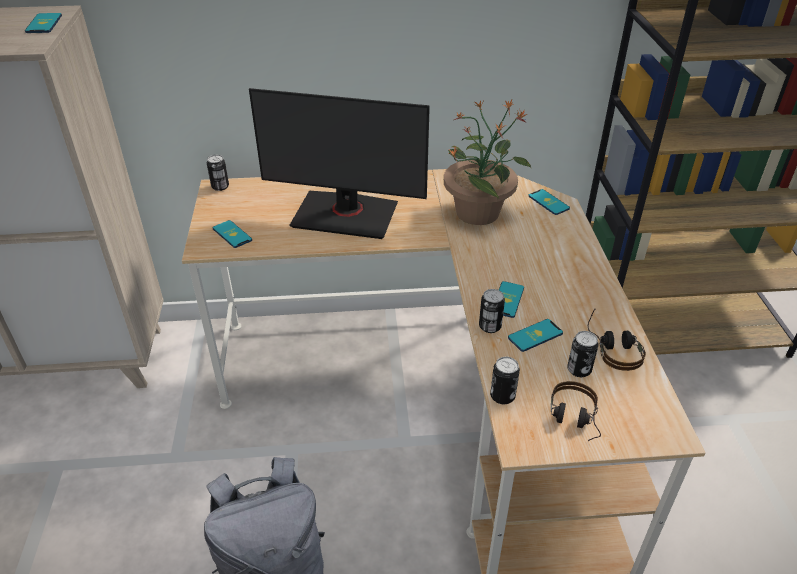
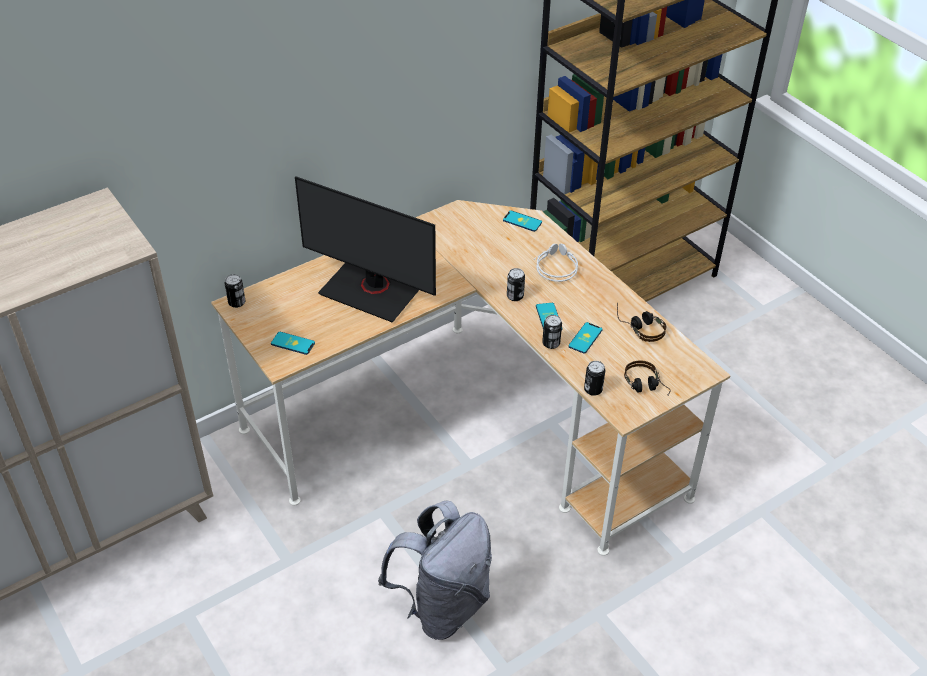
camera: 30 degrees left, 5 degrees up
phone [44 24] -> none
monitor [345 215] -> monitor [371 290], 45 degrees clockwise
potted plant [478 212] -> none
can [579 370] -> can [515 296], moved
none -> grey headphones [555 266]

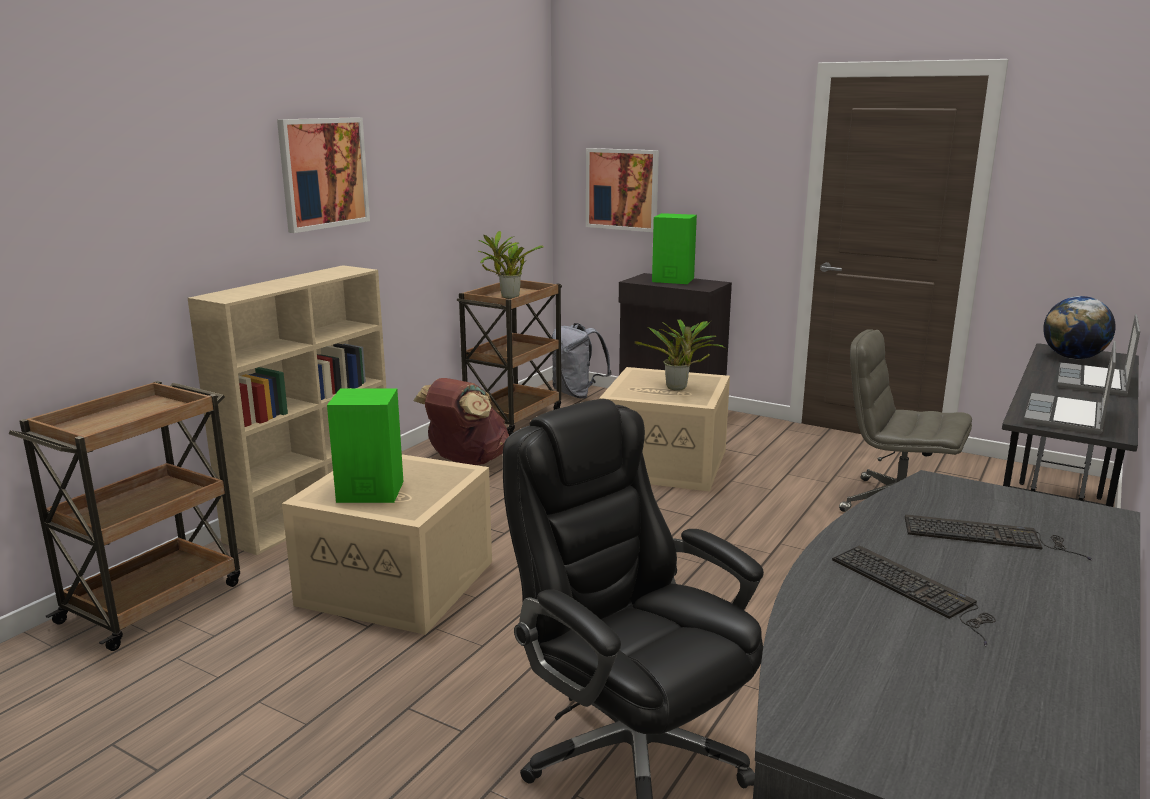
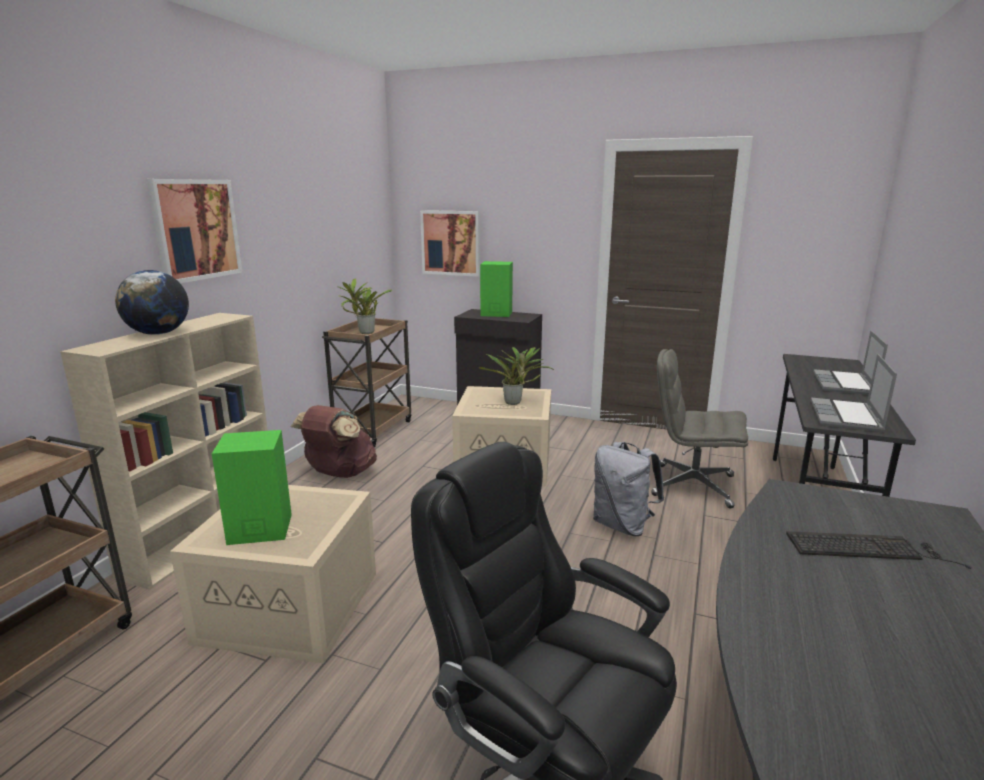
camera: 10 degrees left, 0 degrees up
grey backpack [577 394] -> grey backpack [623 525], moved
keyboard [914 590] -> none
globe [1073 358] -> globe [158 333], moved

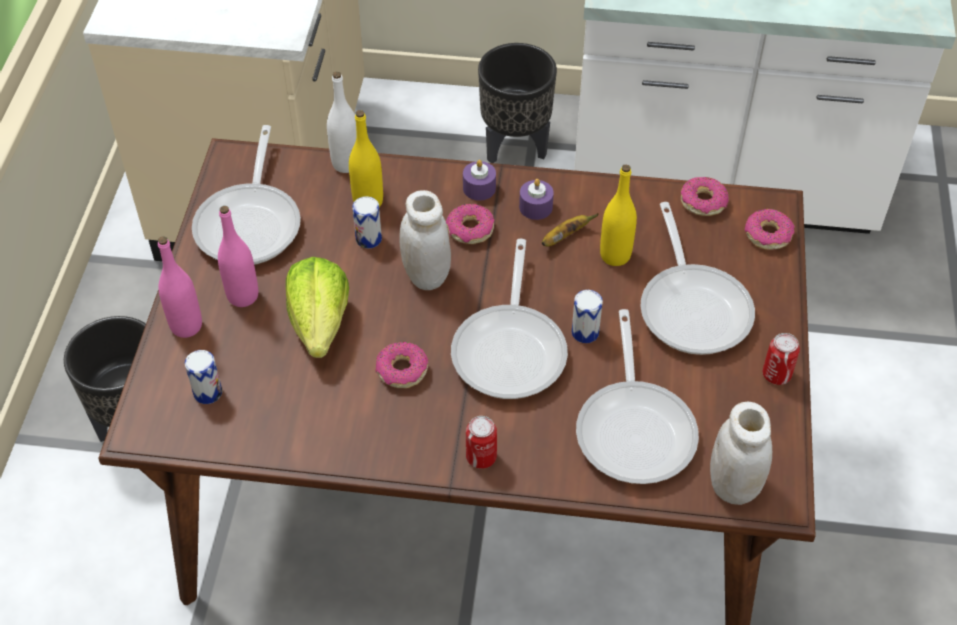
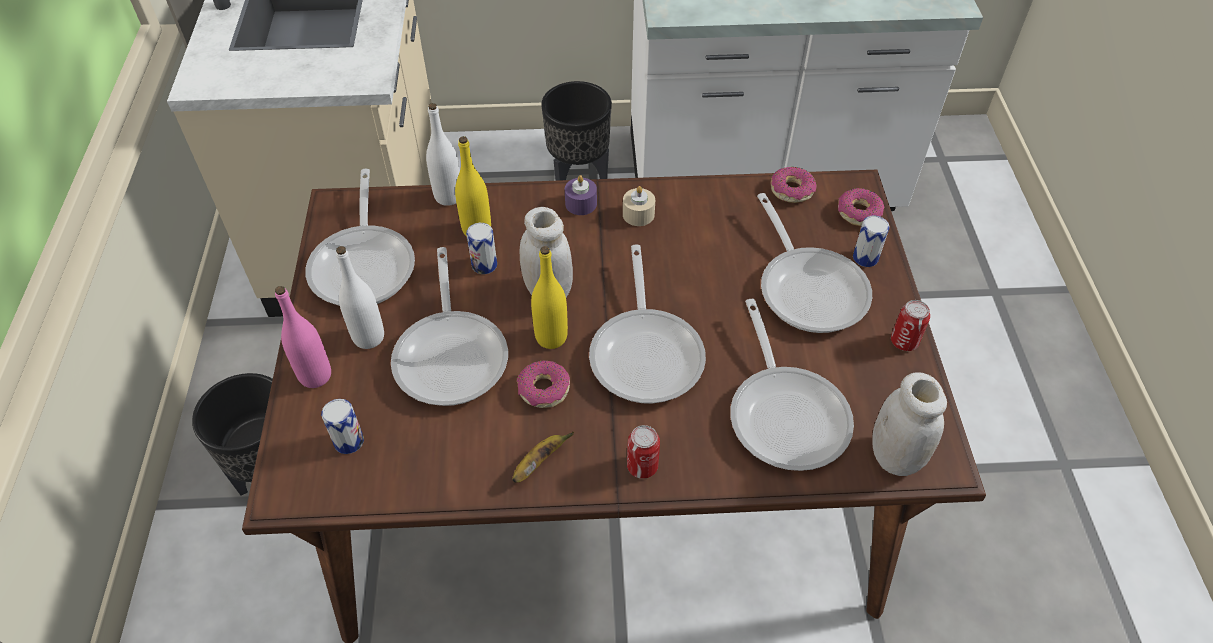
camera: 10 degrees left, 0 degrees up
pink bottle [243 296] -> white bottle [368 337]
lettuce [320 324] -> frying pan [452 354]
donut [470 230] -> none
purple candle [535 207] -> beige candle [638 214]
banana [564 237] -> banana [539 462], moved
can [585 332] -> can [865 258], moved
yellow bottle [615 255] -> yellow bottle [551 337], moved

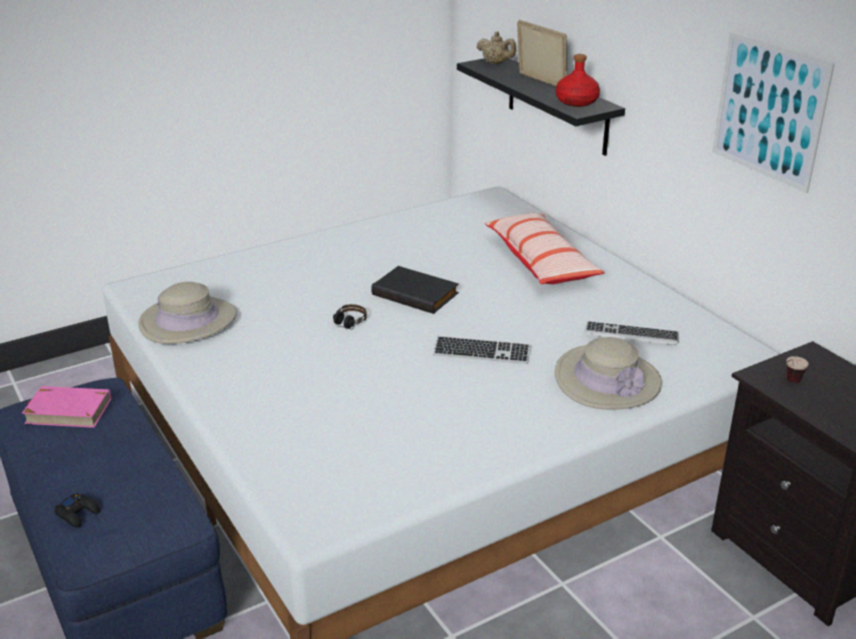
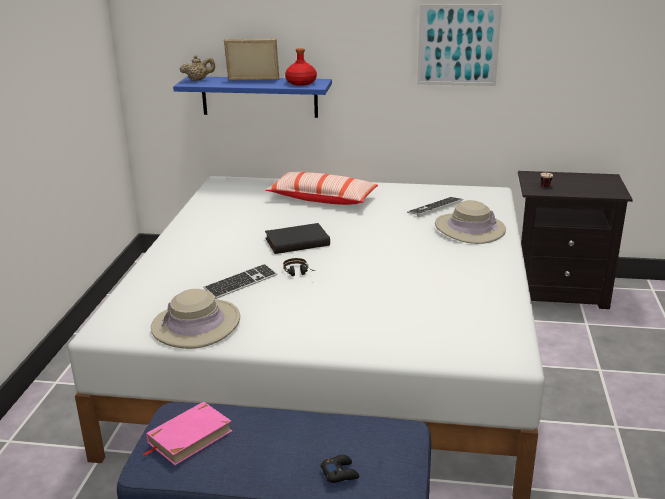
camera: 50 degrees left, 5 degrees down
keyboard [481 352] -> keyboard [241 283], moved
black shelf [557 105] -> blue shelf [259 96]

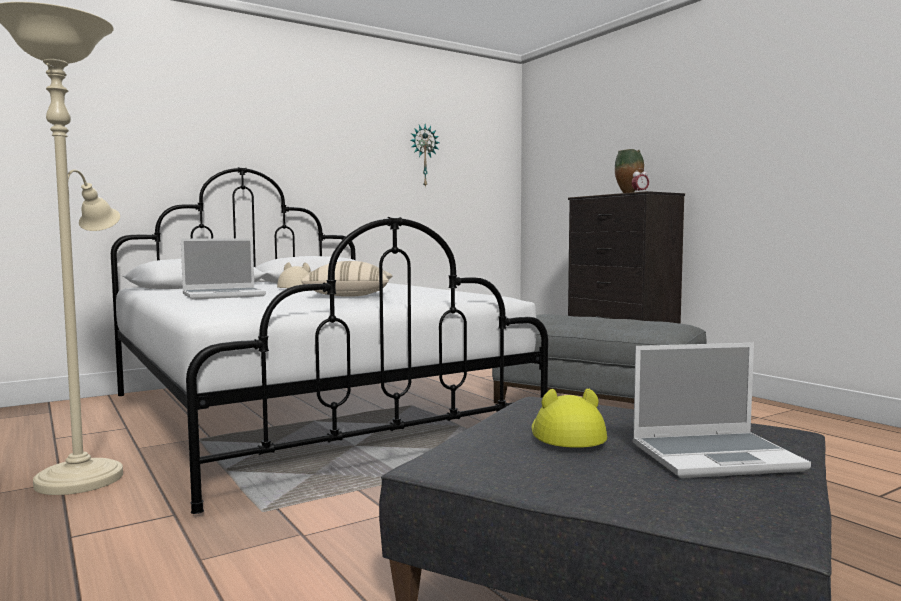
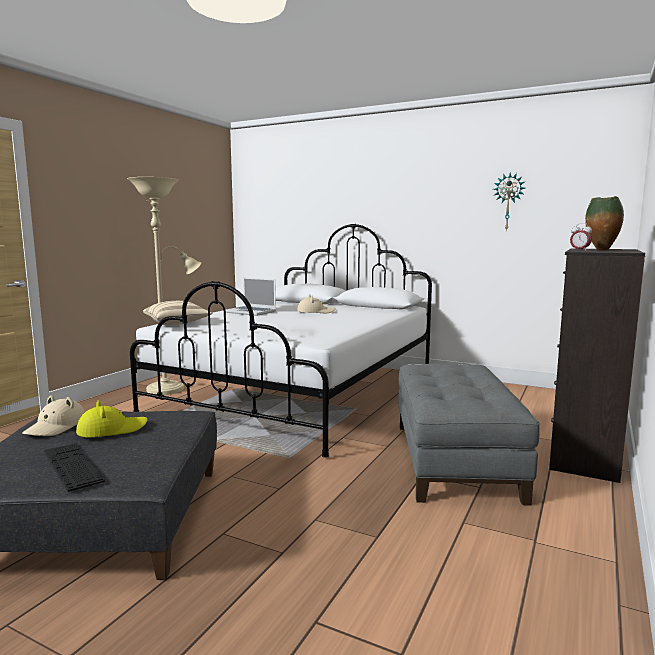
camera: 60 degrees right, 5 degrees up
beige pillow [350 295] -> beige pillow [177 323], moved
laptop [716 457] -> keyboard [72 466]
none -> beige hat [56 426]

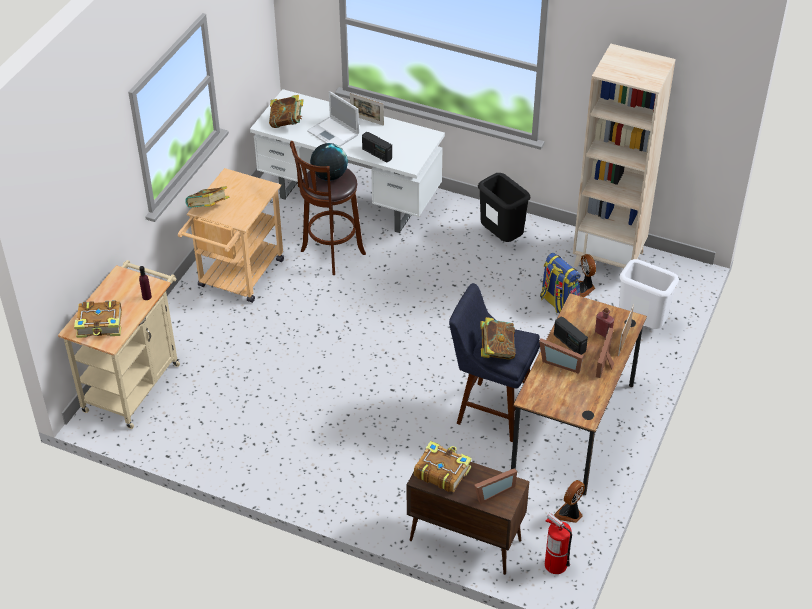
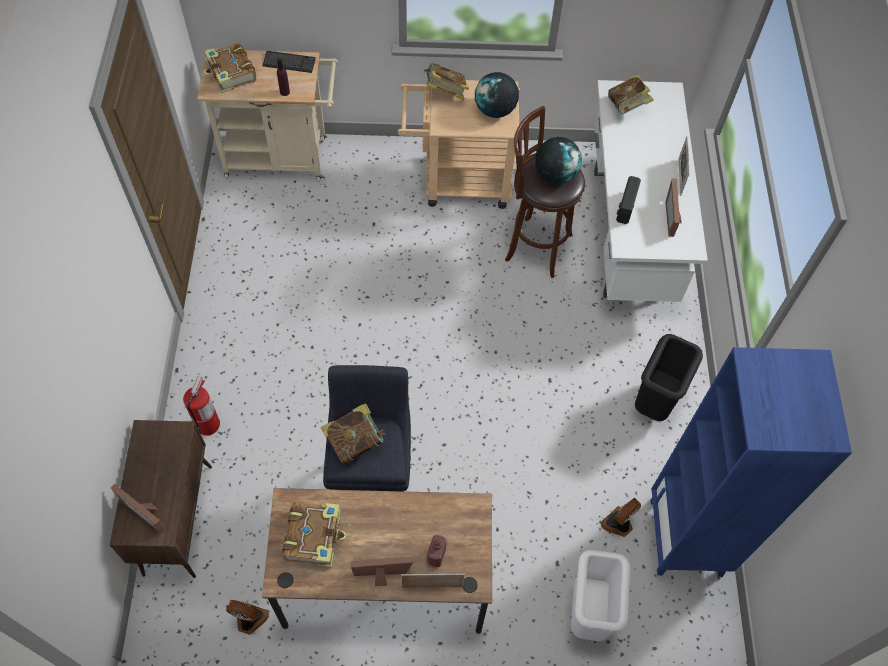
camera: 65 degrees right, 15 degrees up
laptop [334 133] -> none
book [441 471] -> book [314 536], moved
picture frame [560 362] -> picture frame [673 217], moved
backpack [558 303] -> none
fire extinguisher [555 564] -> fire extinguisher [208 424], moved
radio [569 343] -> none
beige bookcase [609 259] -> blue bookcase [686 538]
none -> keyboard [289 63]
none -> globe [495 110]

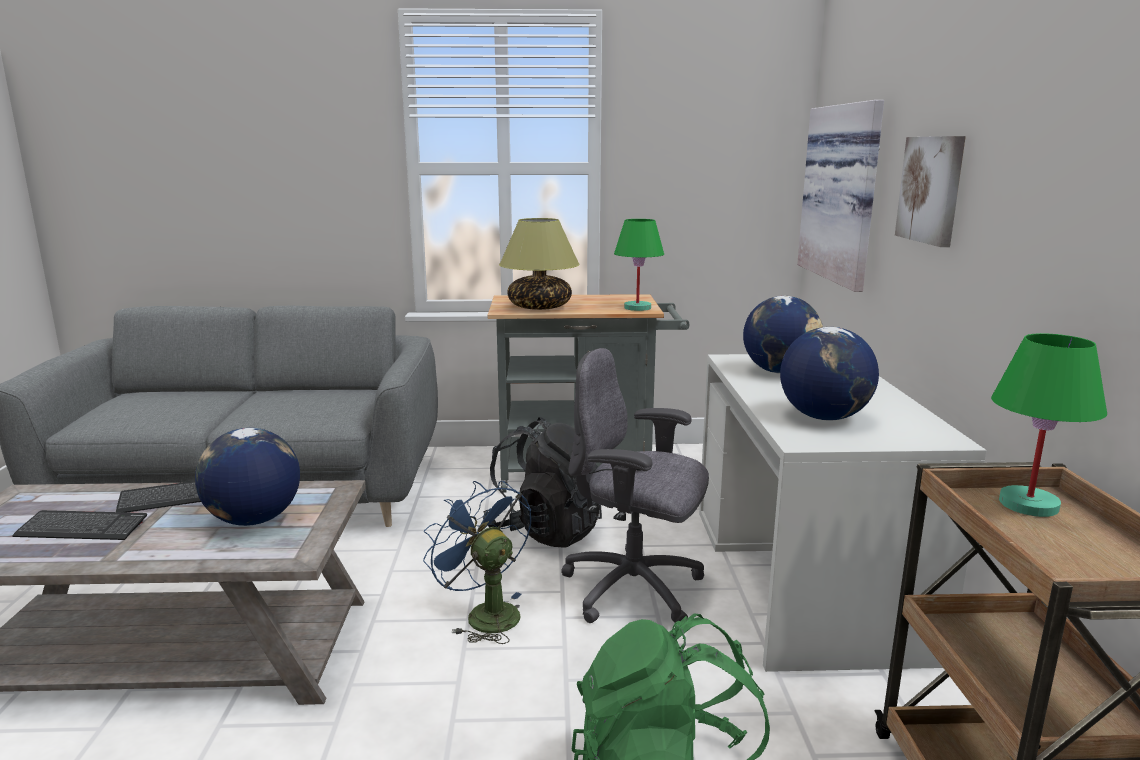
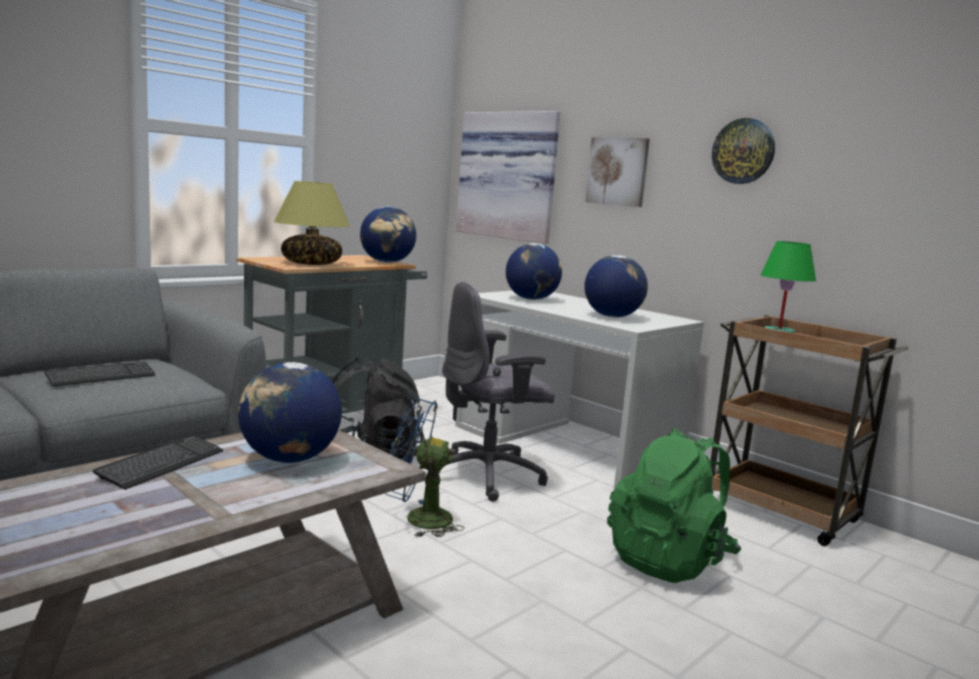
camera: 45 degrees left, 5 degrees down
keyboard [82 528] -> keyboard [101 376], moved
green table lamp [638 308] -> globe [387 262]
none -> wall clock [743 151]

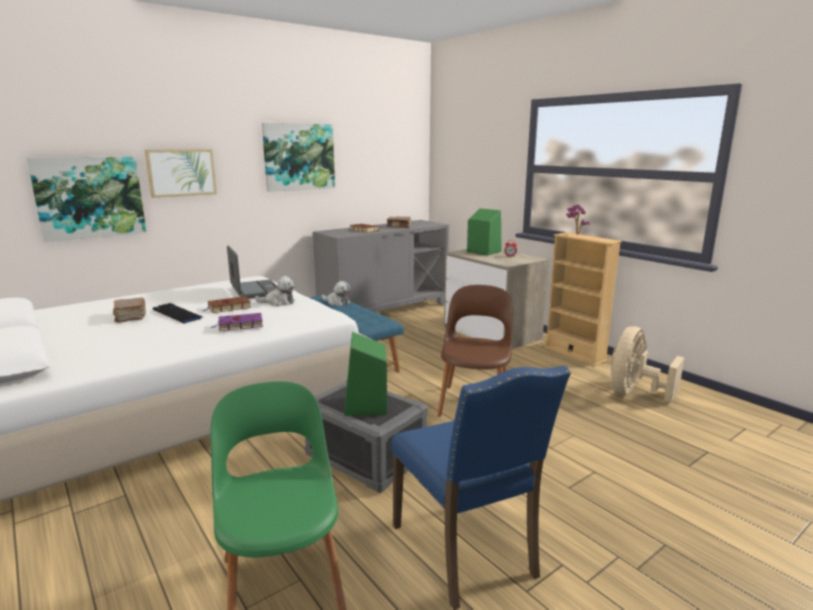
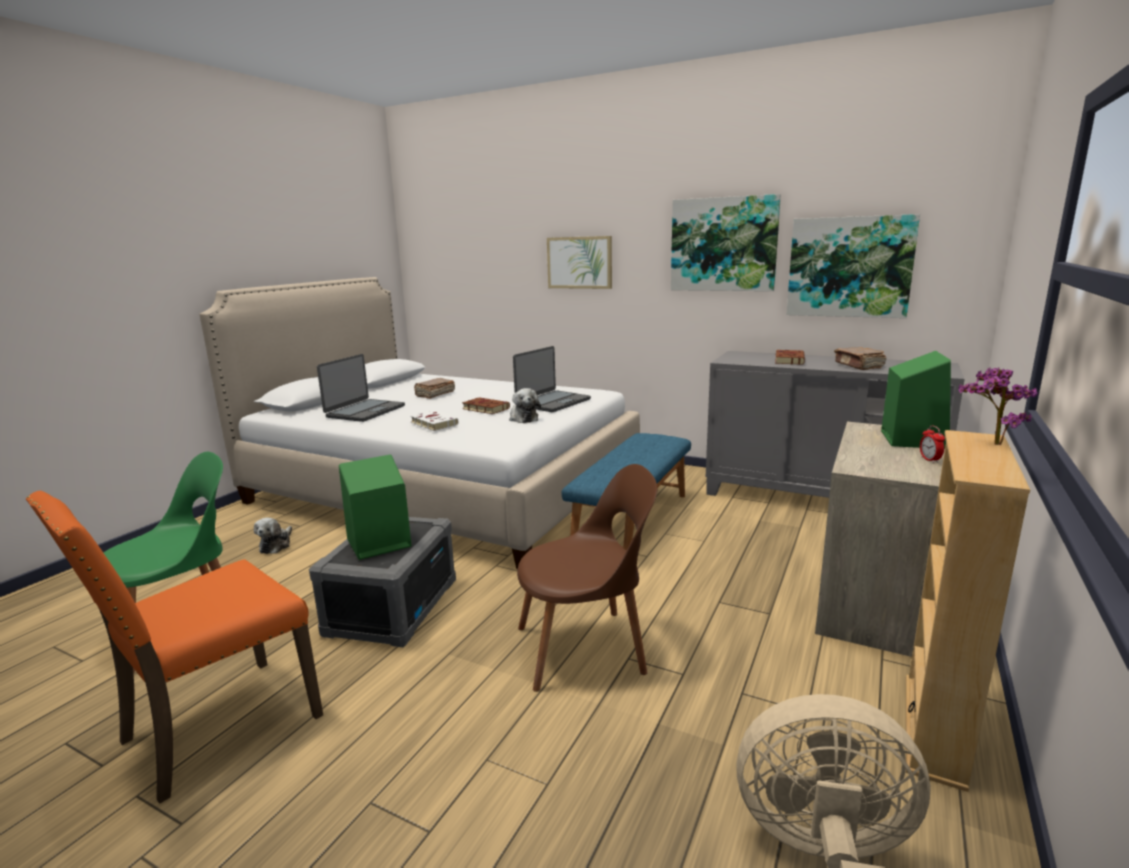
camera: 65 degrees right, 0 degrees up
picture [90 197] -> picture [849 267], moved
keyboard [177 314] -> none
purple book [239 325] -> white book [433 424]
plush toy [337 302] -> plush toy [276 545], moved
blue chair [467 551] -> orange chair [216 728]
none -> laptop [365 411]

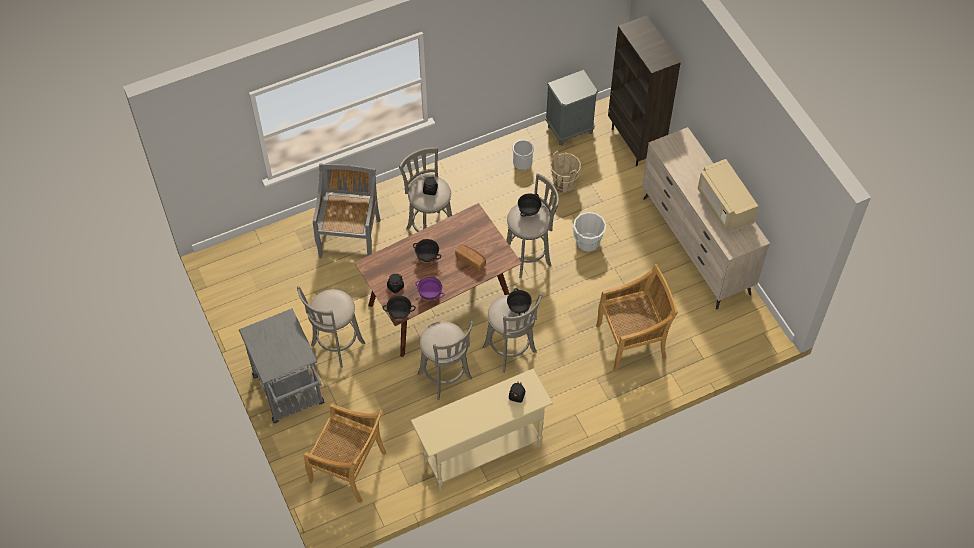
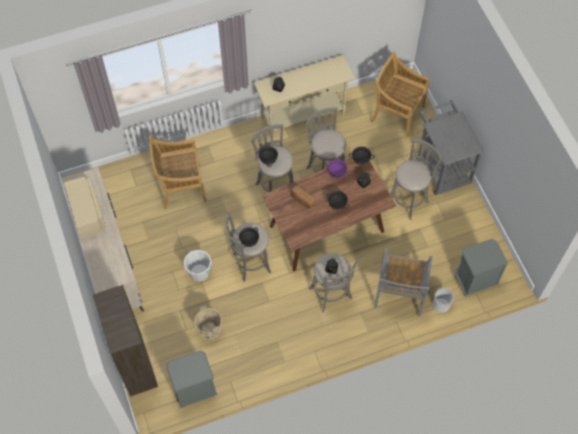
camera: 175 degrees left, 5 degrees up
bucket [522 162] -> bucket [441 304], moved
none -> grey nightstand [474 281]

